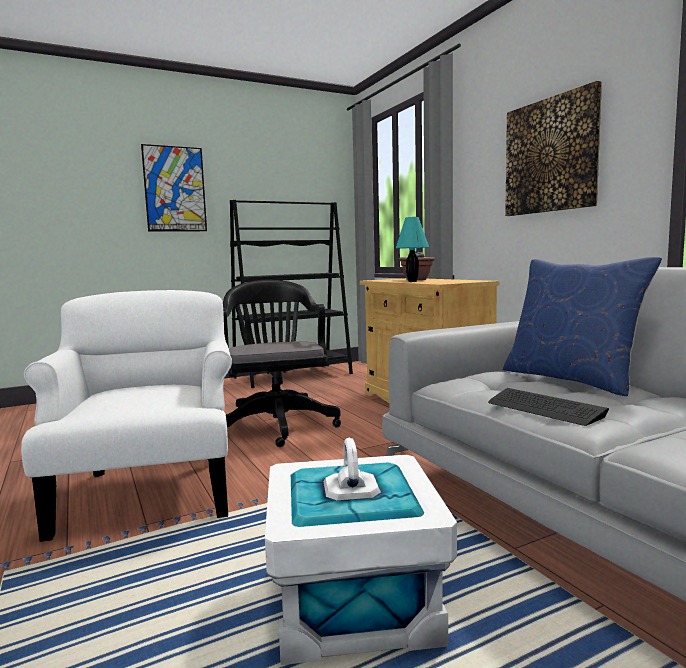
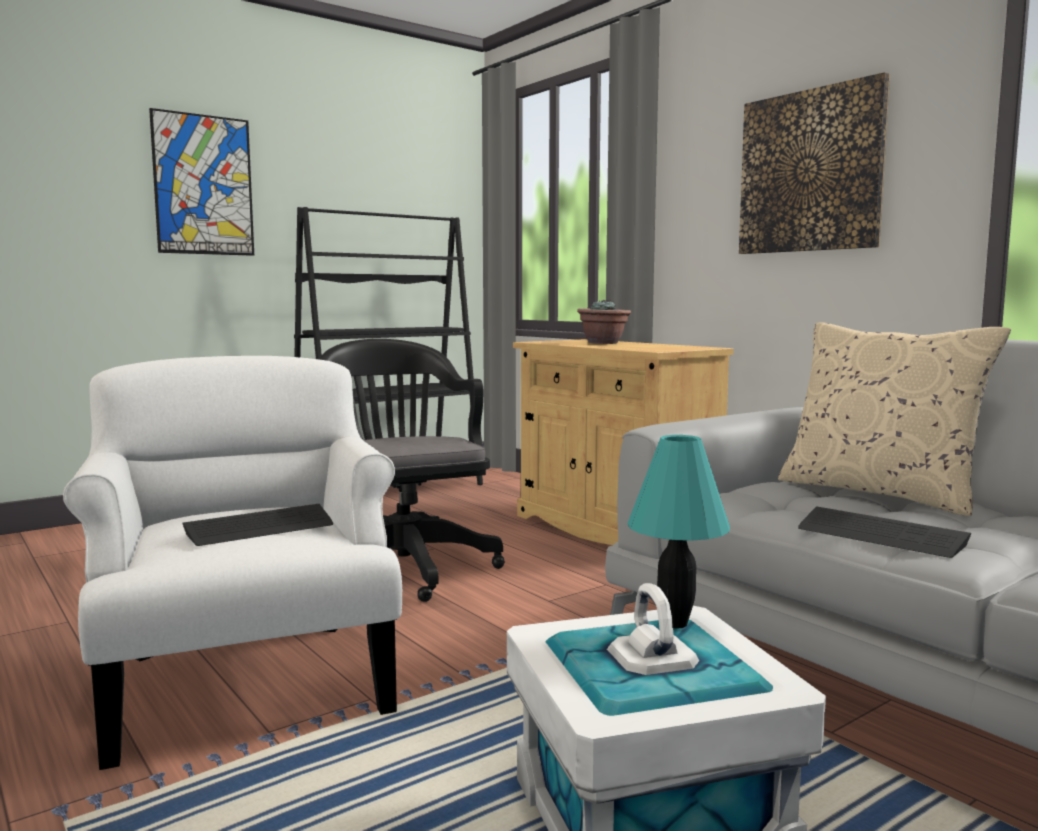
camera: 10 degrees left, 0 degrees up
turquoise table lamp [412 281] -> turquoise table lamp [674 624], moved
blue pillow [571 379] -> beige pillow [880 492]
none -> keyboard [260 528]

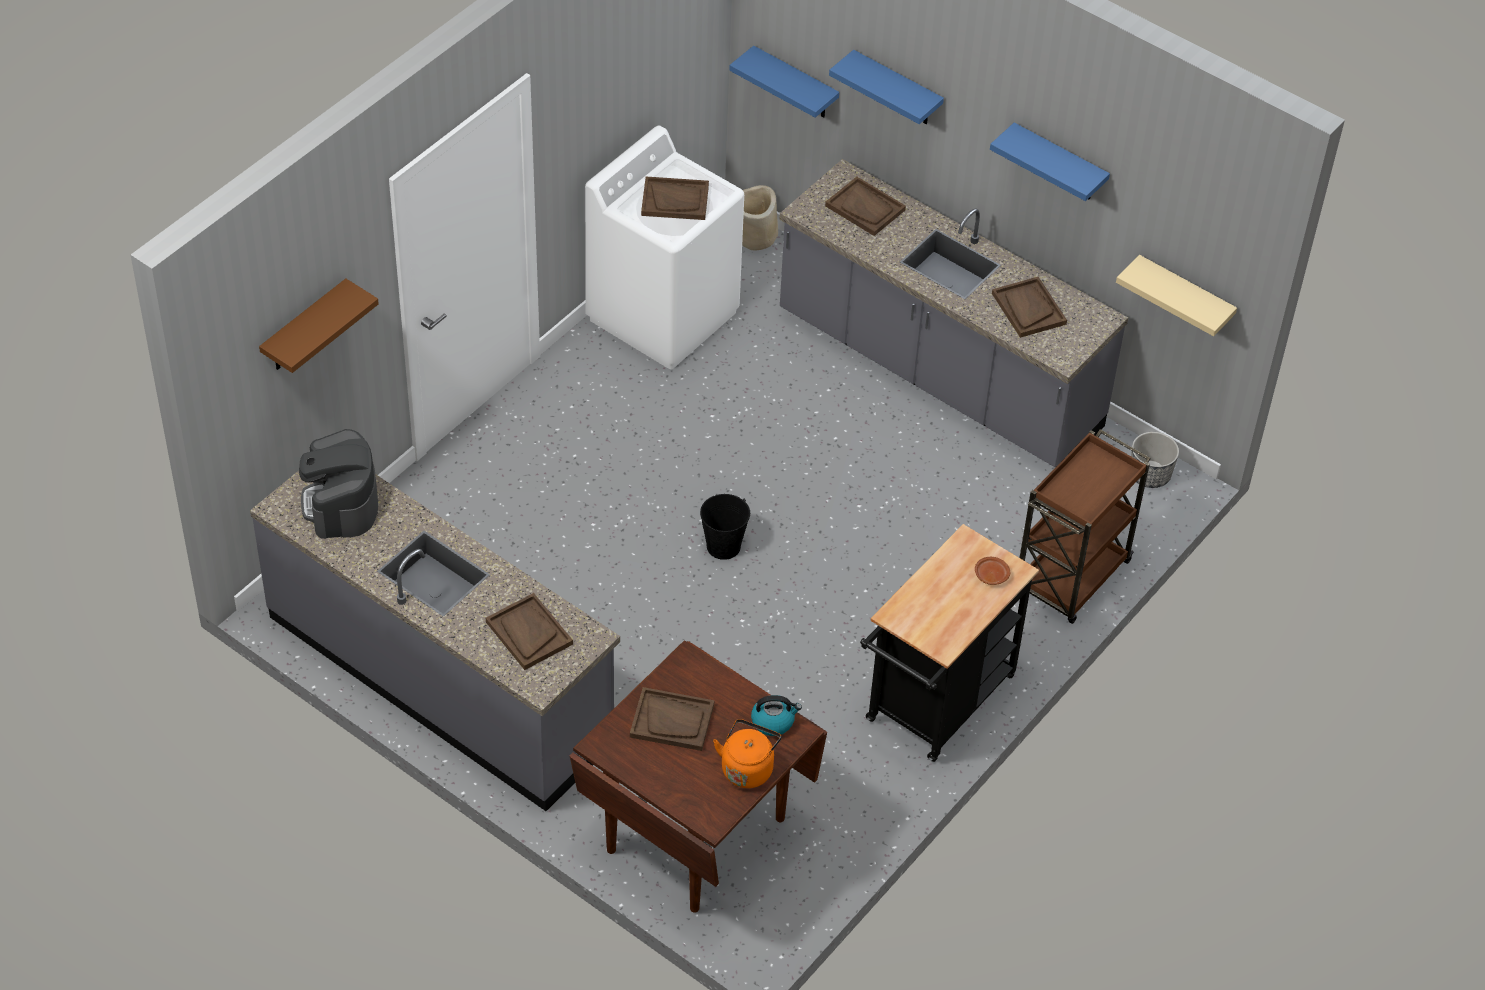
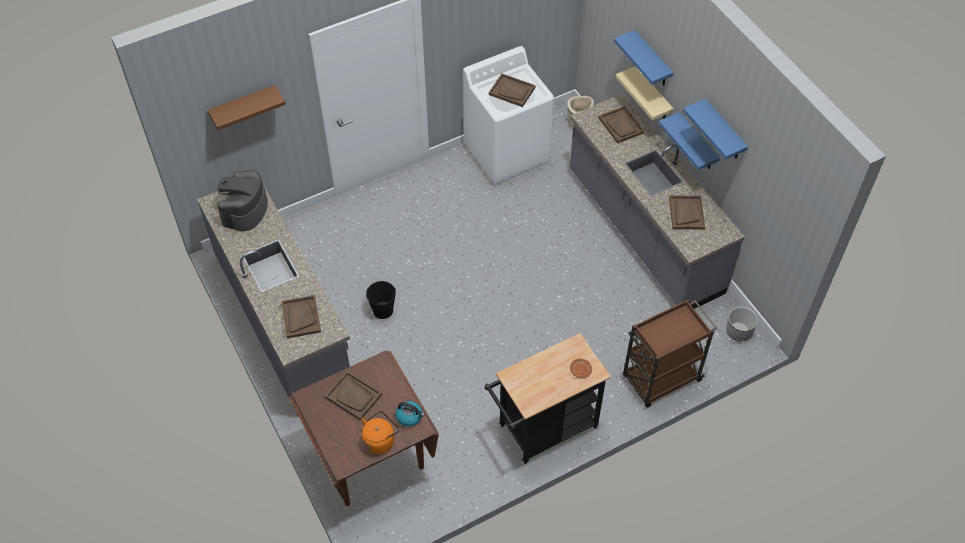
camera: 25 degrees right, 5 degrees up
black bucket [723 546] -> black bucket [383 310], moved
blue shelf [795 84] -> blue shelf [697 143], moved
beige shelf [1184 296] -> beige shelf [653 96], moved

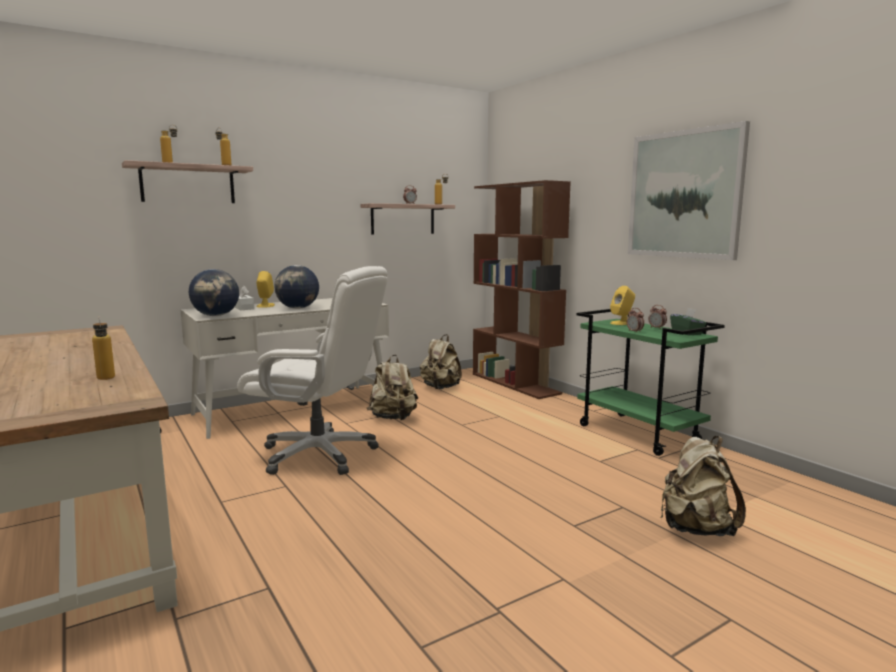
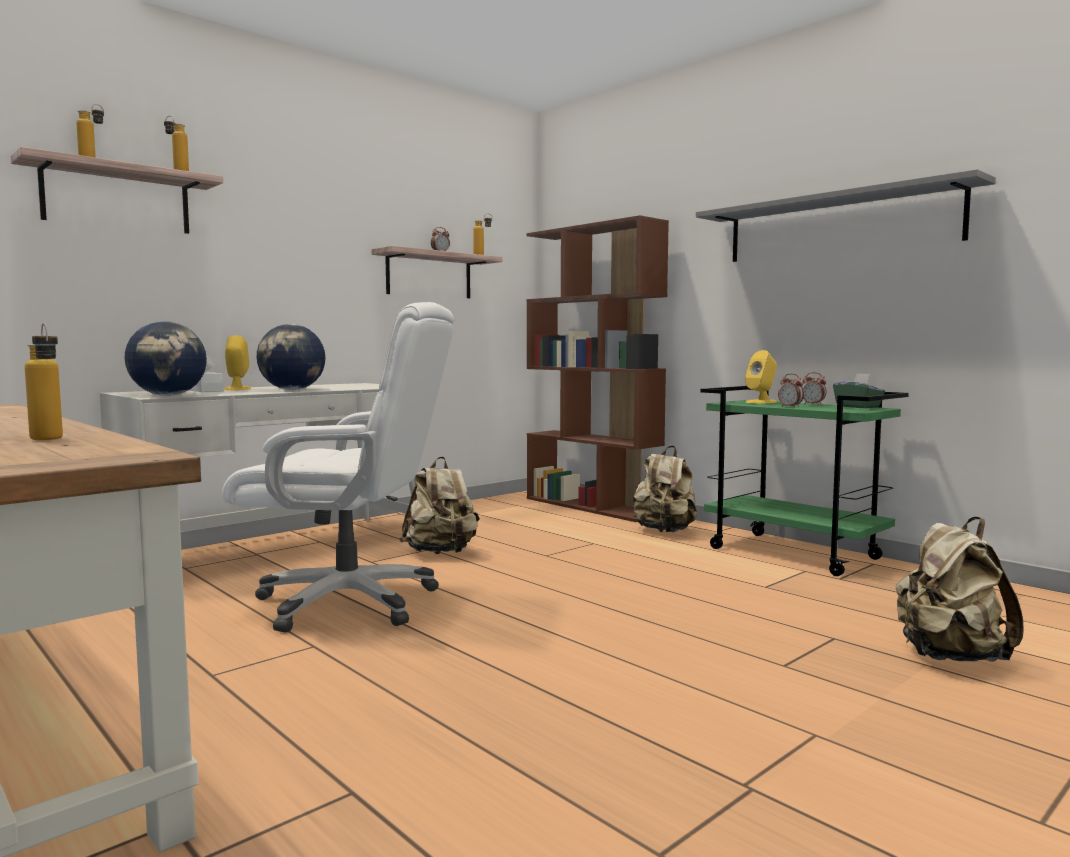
camera: 10 degrees left, 5 degrees down
beige backpack [440 388] -> beige backpack [664 531], moved
picture [684 194] -> grey shelf [838 225]

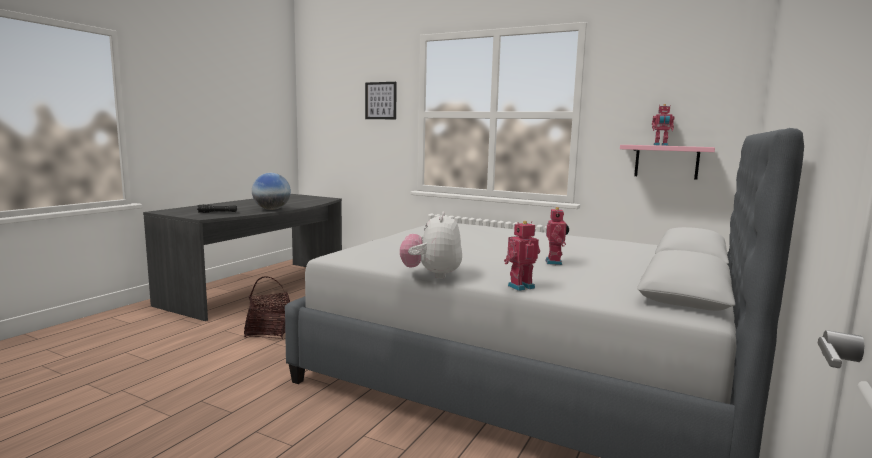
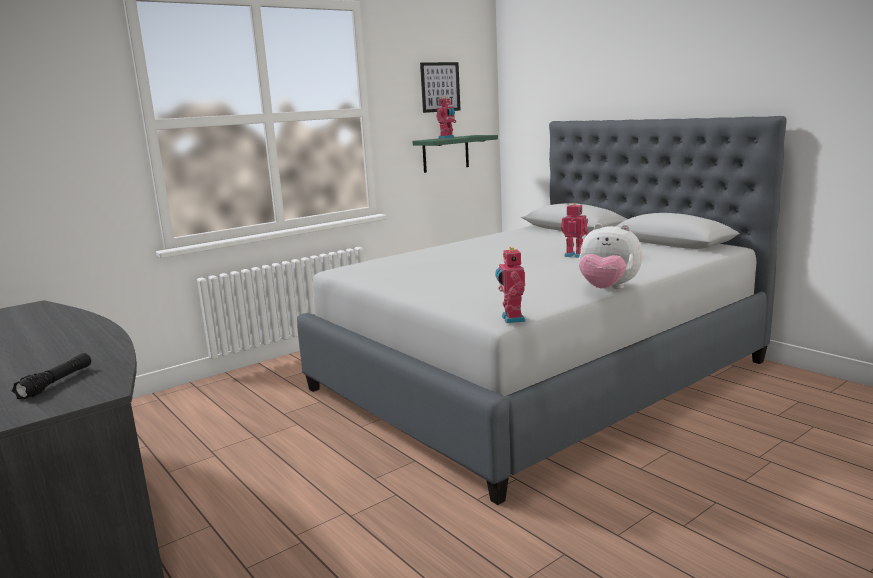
camera: 65 degrees left, 5 degrees up
basket [270 331] -> none
globe [271 209] -> none
picture [381 100] -> picture [440 87], moved
toy robot [520 286] -> toy robot [511 319], moved
pink shelf [666 161] -> green shelf [445 153]

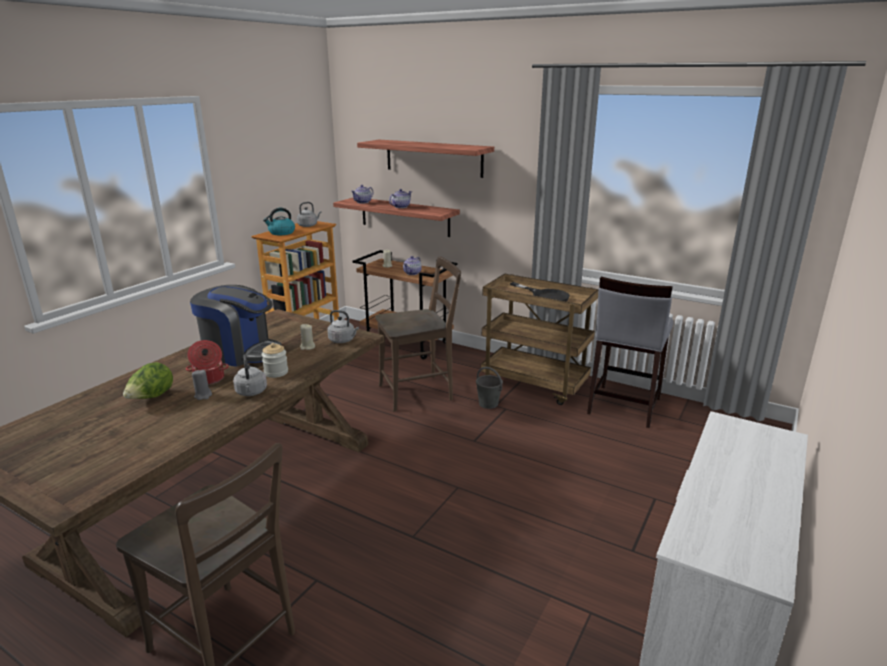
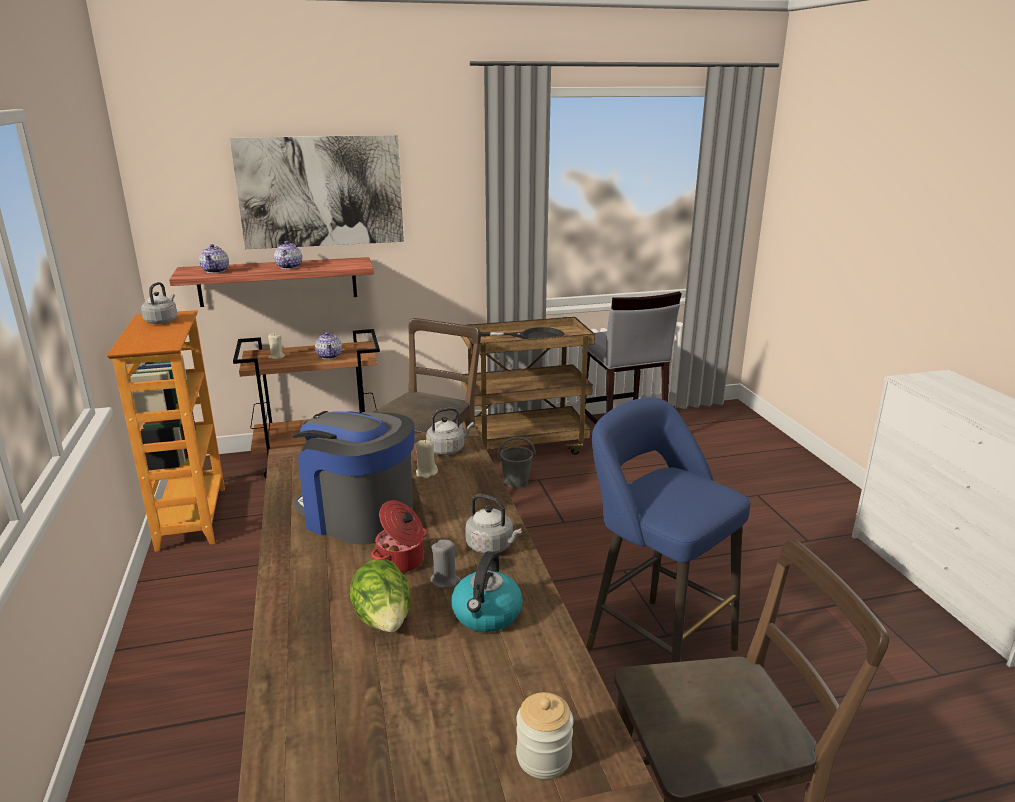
camera: 45 degrees left, 0 degrees up
coffee machine [240 352] -> coffee machine [357 515], 120 degrees counterclockwise
jar [276 372] -> jar [543 756], moved
kettle [281 233] -> kettle [487 615], moved
shelf [433 158] -> picture [321 192]
none -> blue stool [654 643]

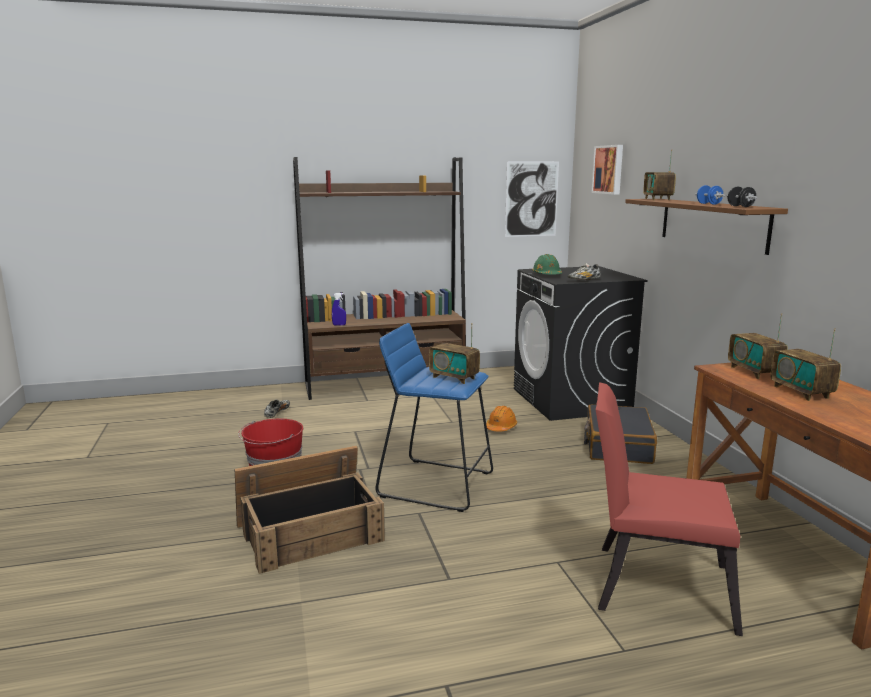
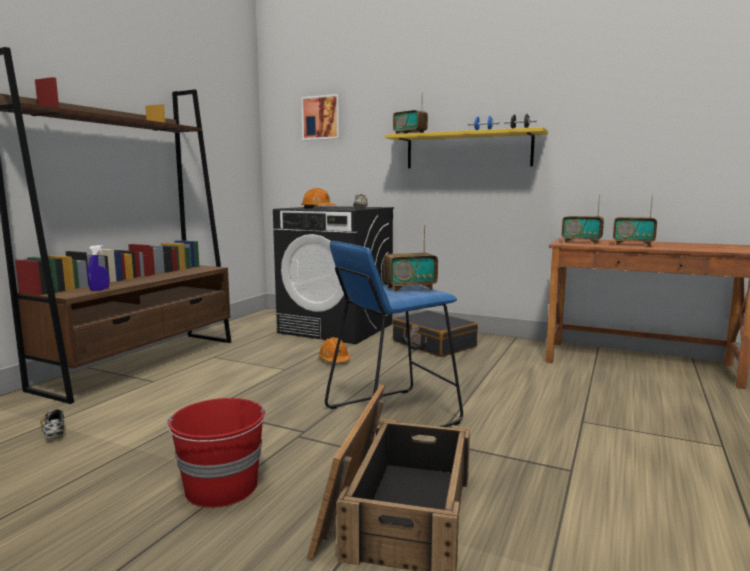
camera: 50 degrees left, 5 degrees down
picture [531 199] -> none
green hard hat [547 275] -> orange hard hat [317 208]
red chair [653 584] -> none
brown shelf [712 224] -> yellow shelf [468 150]

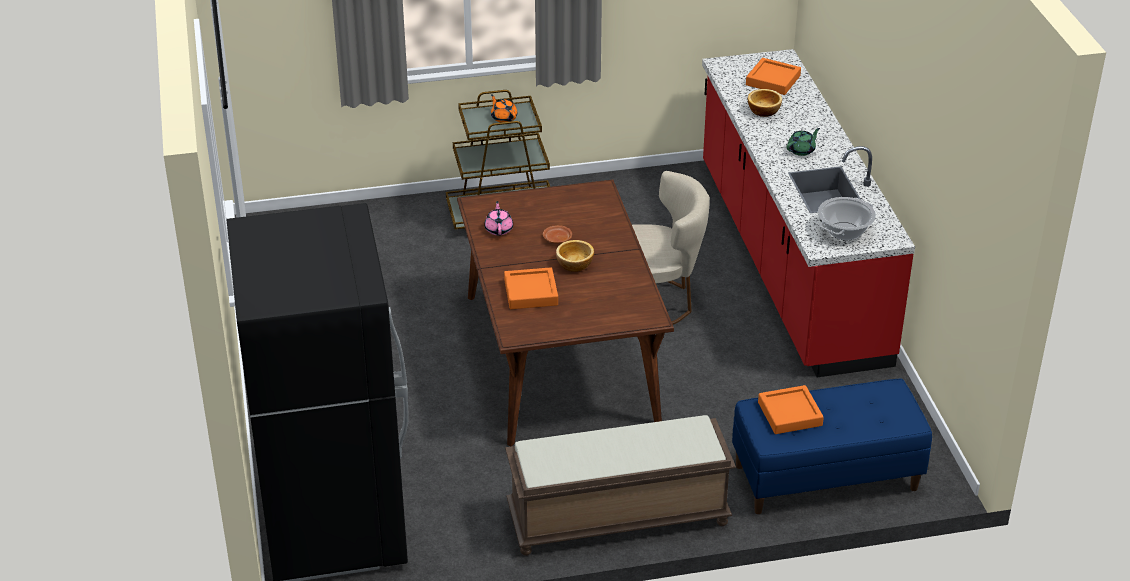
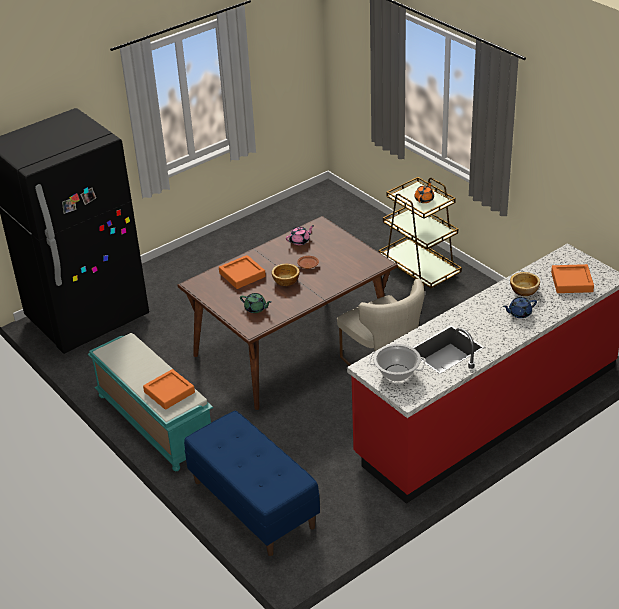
camera: 65 degrees right, 0 degrees up
brown bench [617 518] -> turquoise bench [154 422]
orange tray [790 414] -> orange tray [169 392], moved
green teapot [801 150] -> green teapot [256 308], moved
none -> blue teapot [519 313]

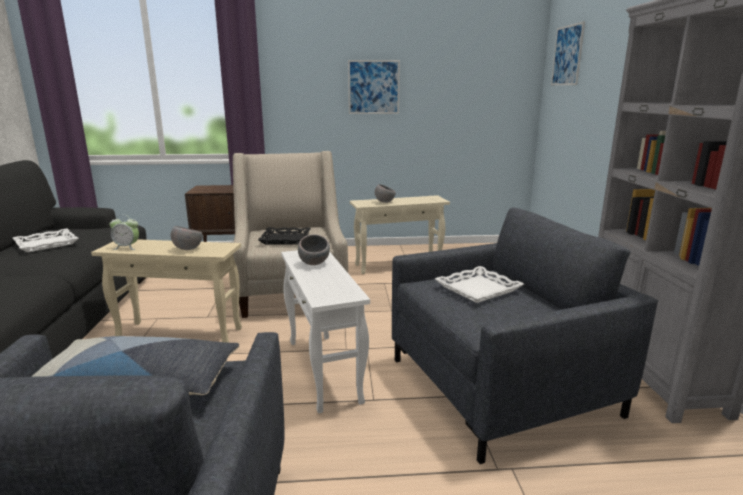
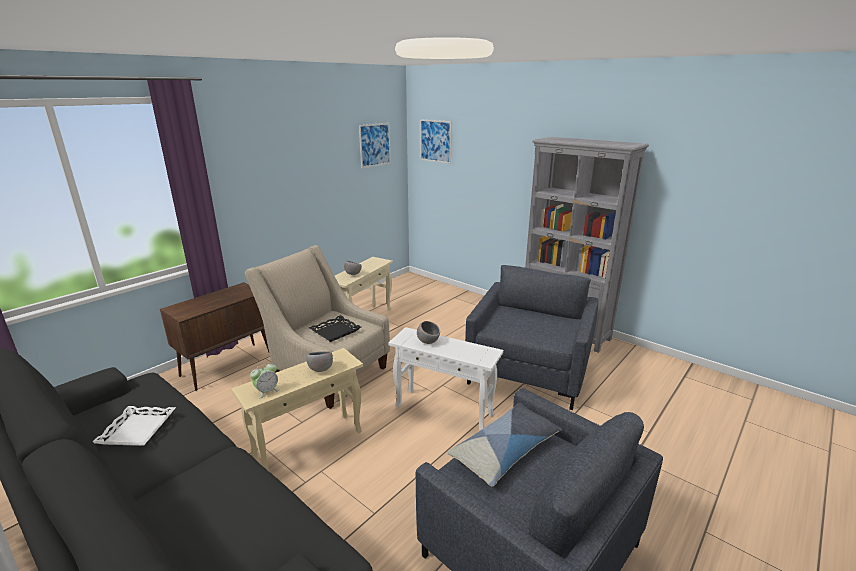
camera: 45 degrees left, 5 degrees up
picture [373 87] -> picture [375 145], moved
white tray [478 289] -> none

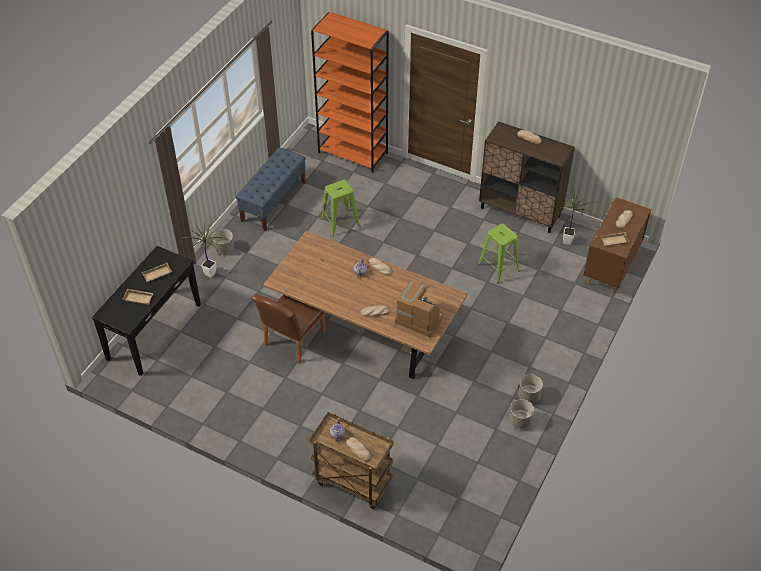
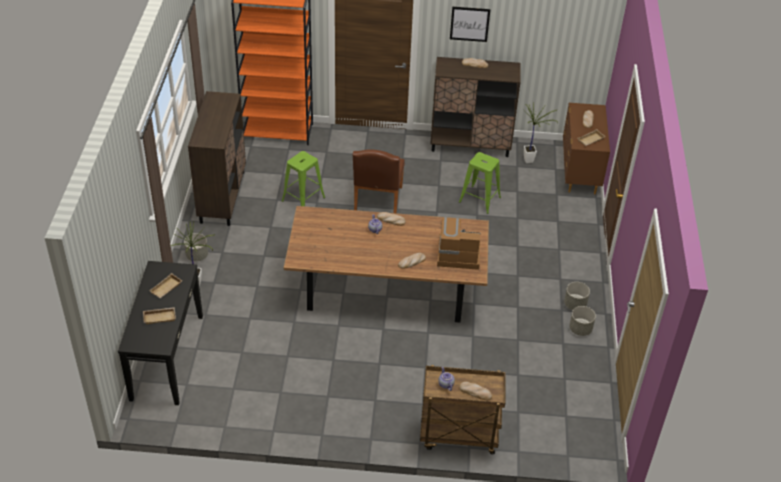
camera: 25 degrees left, 5 degrees down
blue bench [273 201] -> brown cabinet [222 197]
brown chair [291 341] -> brown chair [377 201], moved
none -> picture [469 24]

